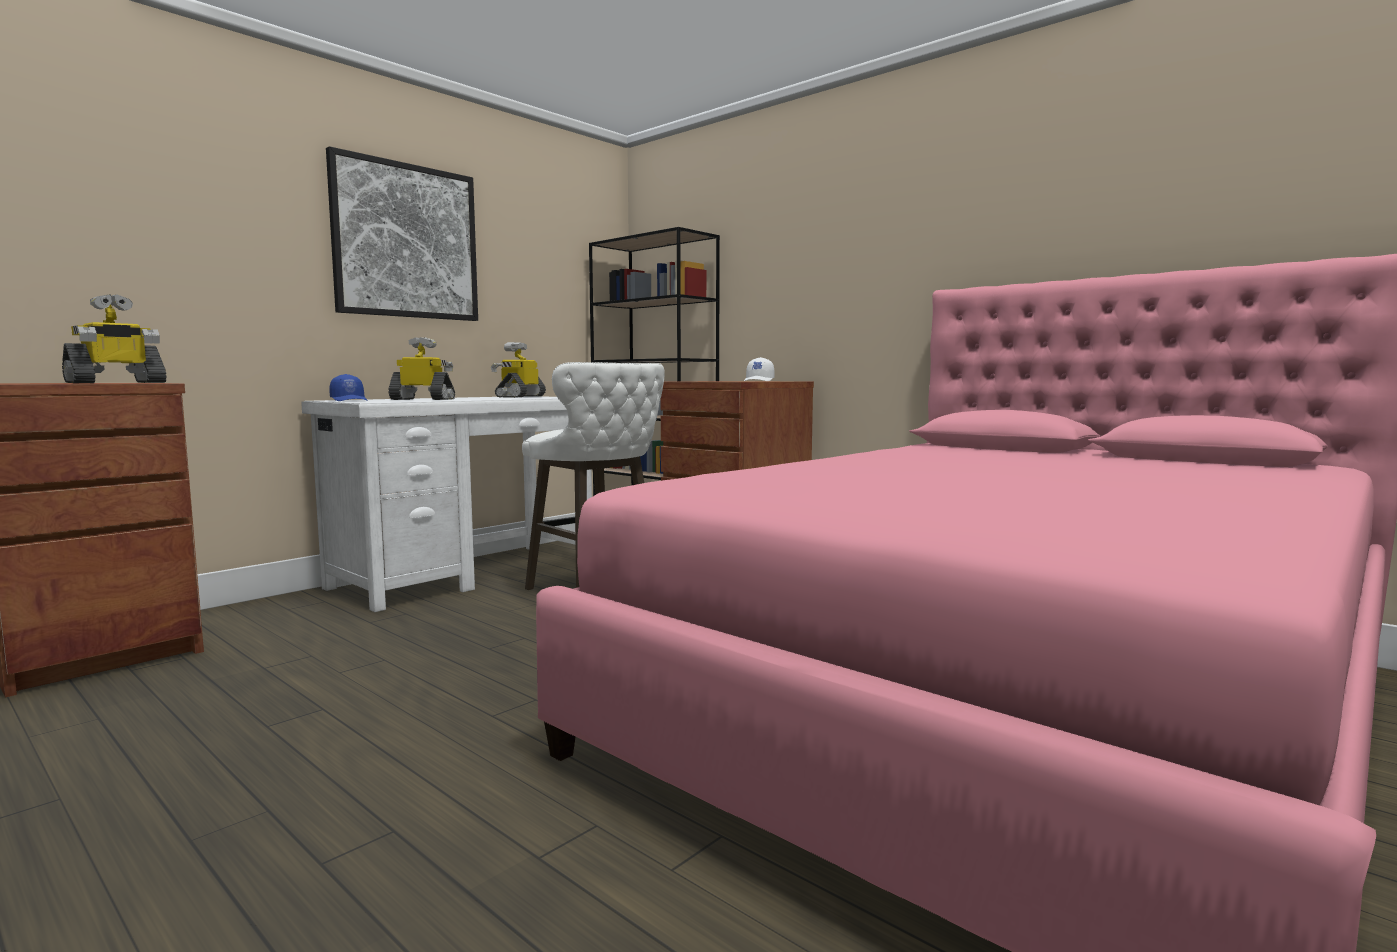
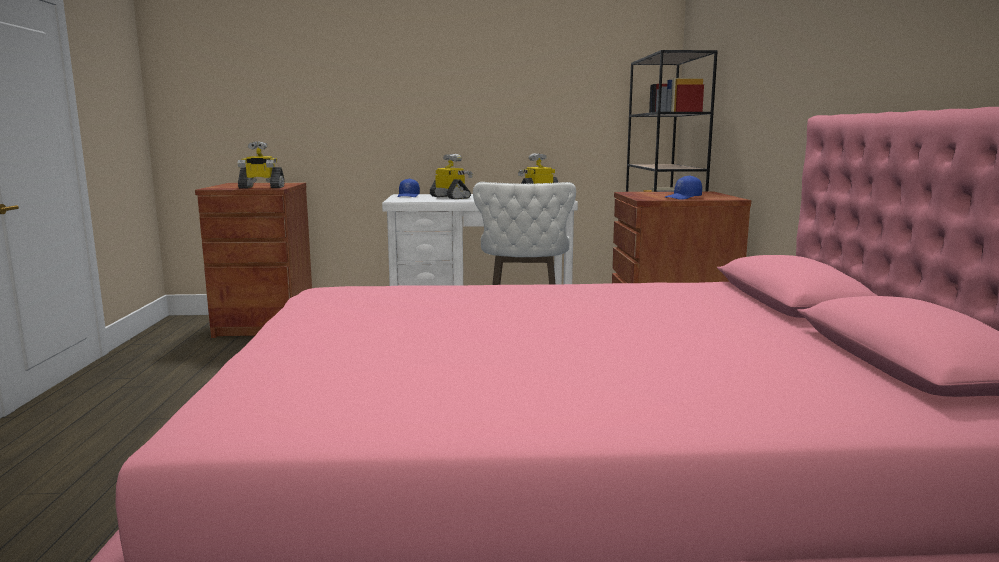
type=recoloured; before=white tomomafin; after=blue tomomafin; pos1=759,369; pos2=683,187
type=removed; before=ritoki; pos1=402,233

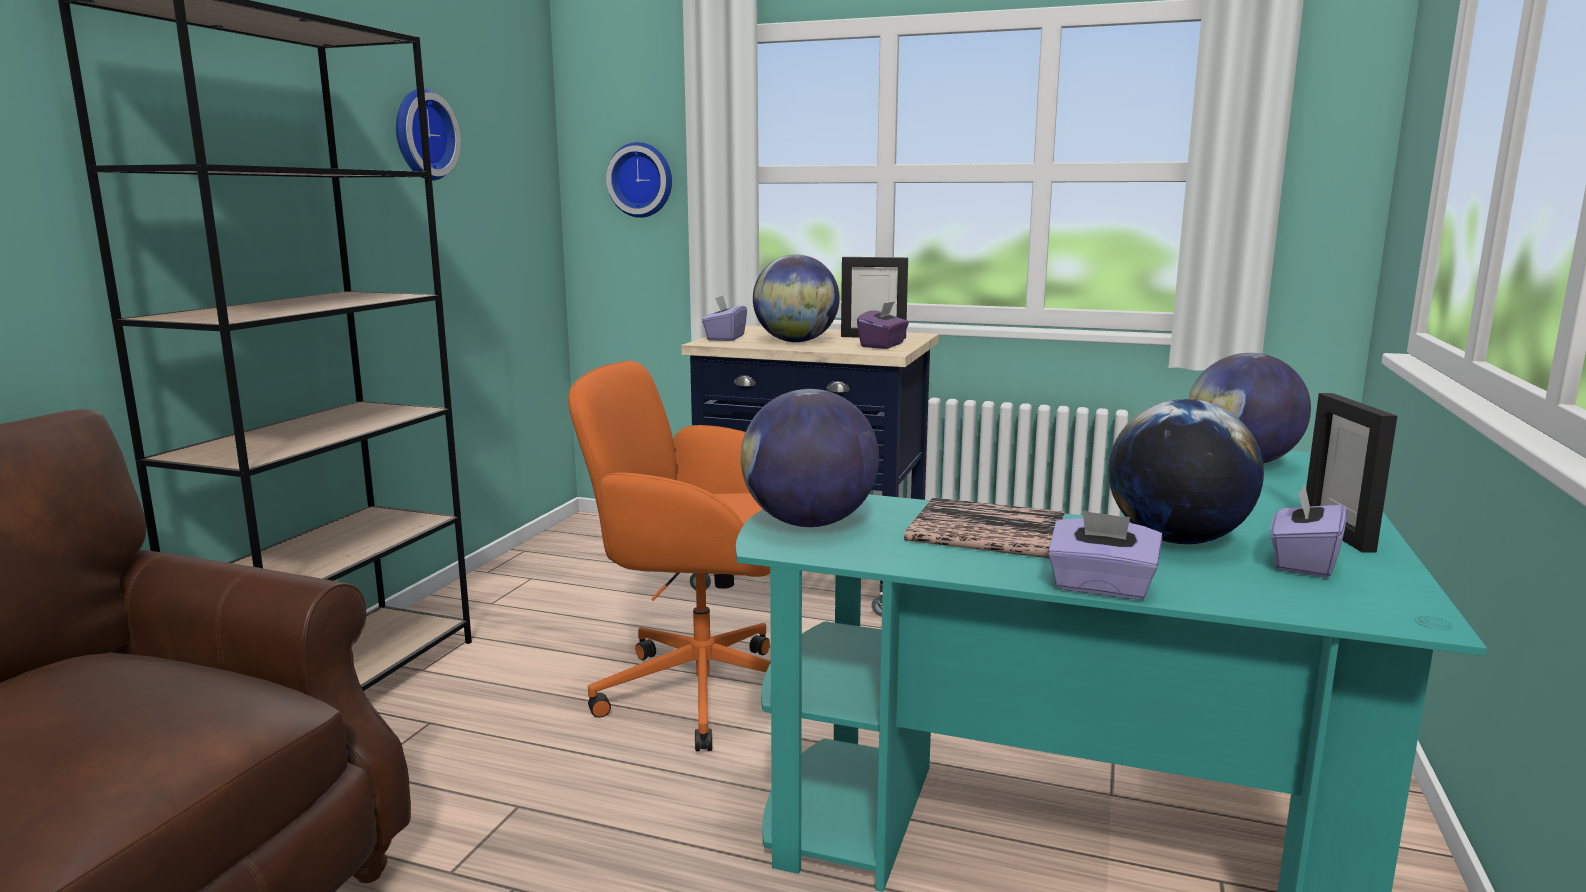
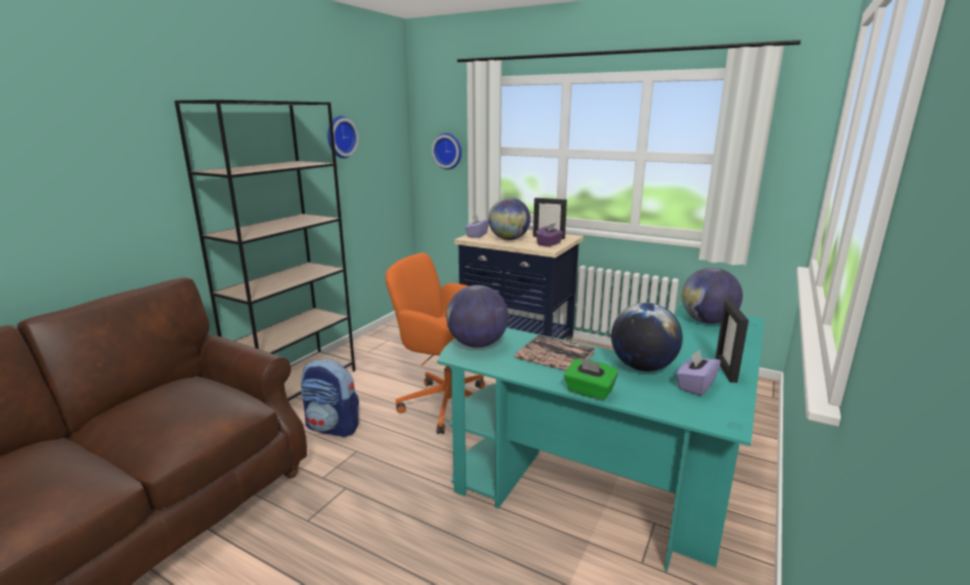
type=added; after=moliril; pos2=330,398
type=recoloured; before=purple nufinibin; after=green nufinibin; pos1=1105,555; pos2=591,379

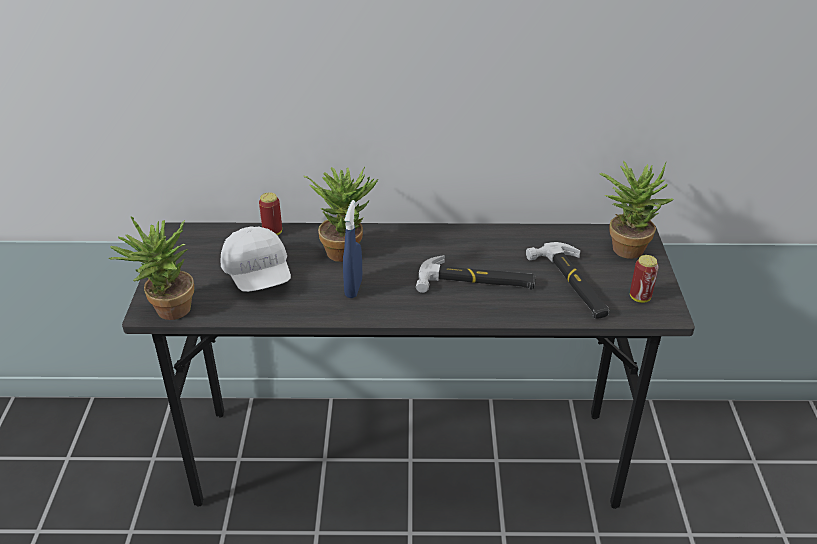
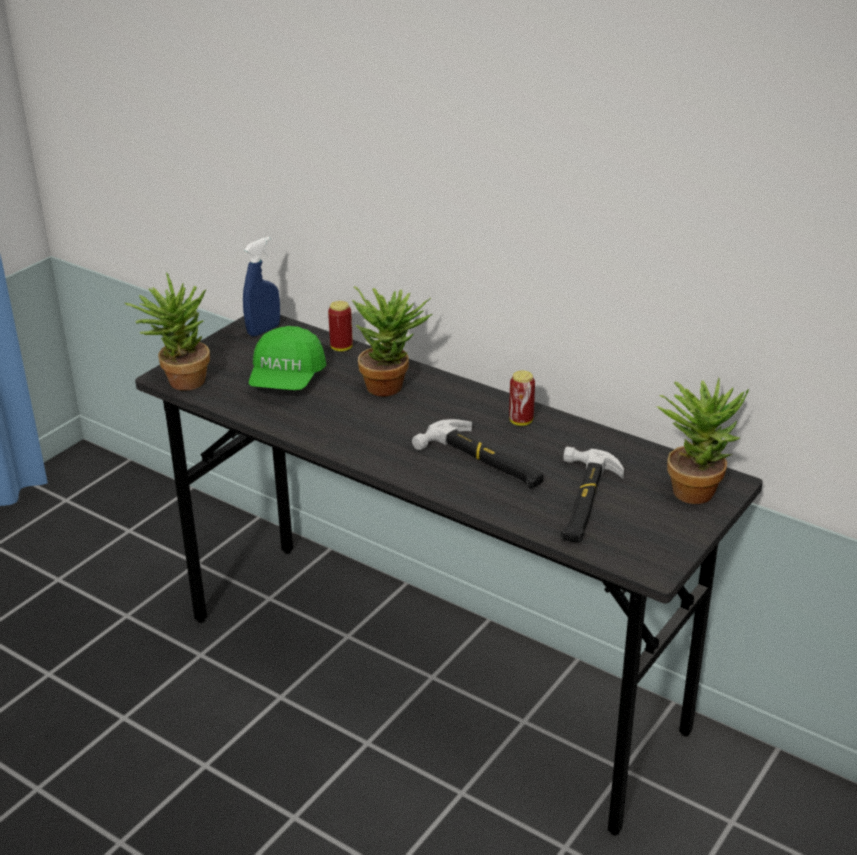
type=moved; before=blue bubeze; pos1=352,249; pos2=261,286
type=recoloured; before=white tomomafin; after=green tomomafin; pos1=256,259; pos2=287,358
type=moved; before=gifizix; pos1=644,279; pos2=522,398

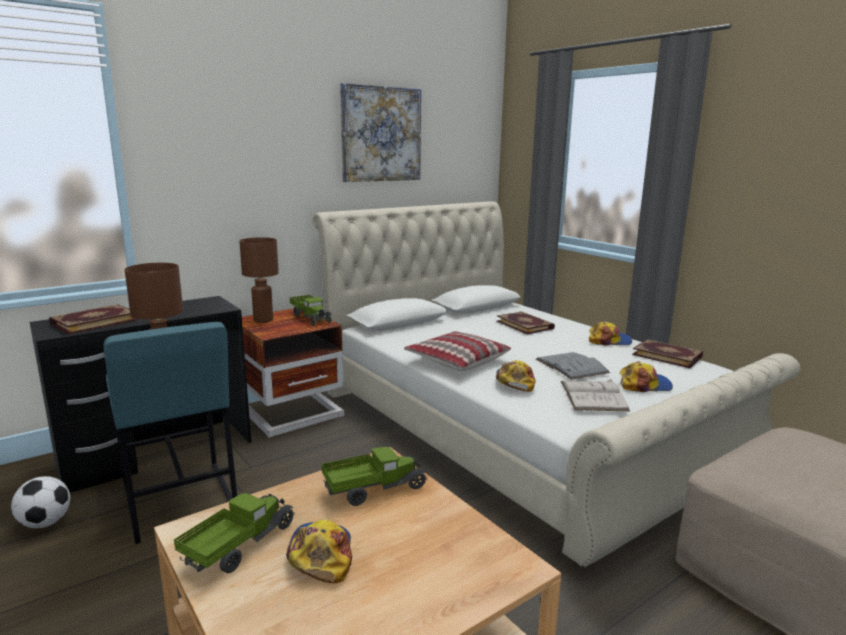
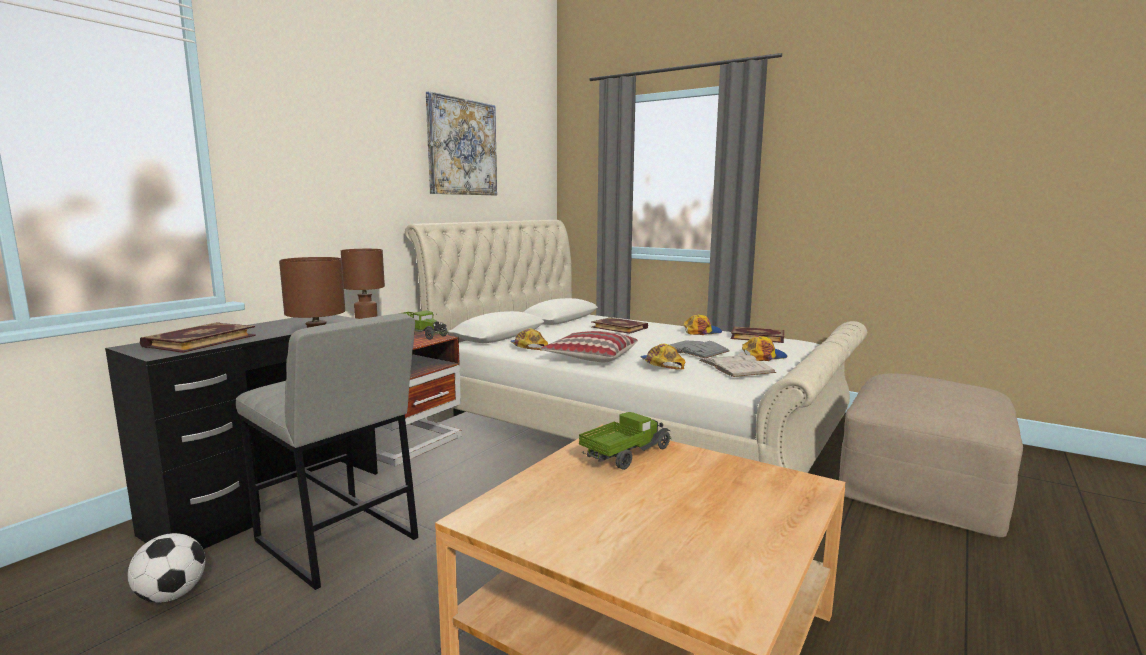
type=recoloured; before=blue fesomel; after=grey fesomel; pos1=170,433; pos2=327,451
type=moved; before=tomomafin; pos1=319,551; pos2=529,339
type=removed; before=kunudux; pos1=234,533

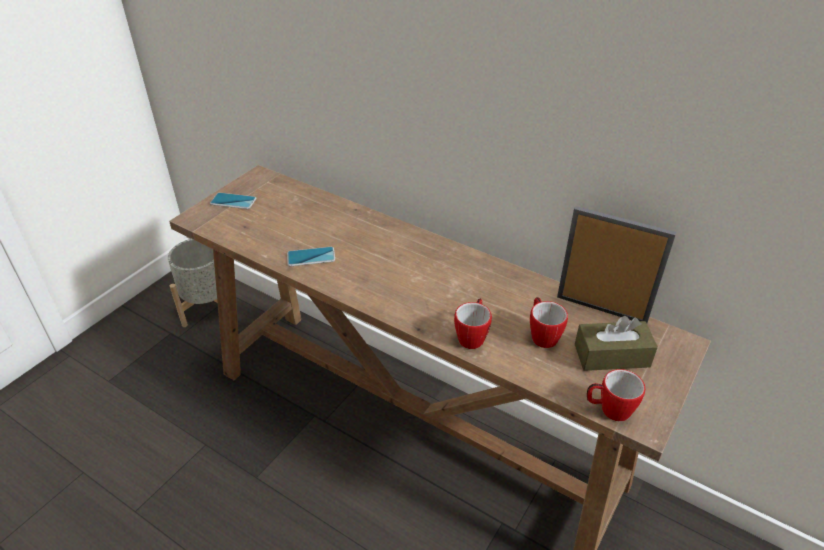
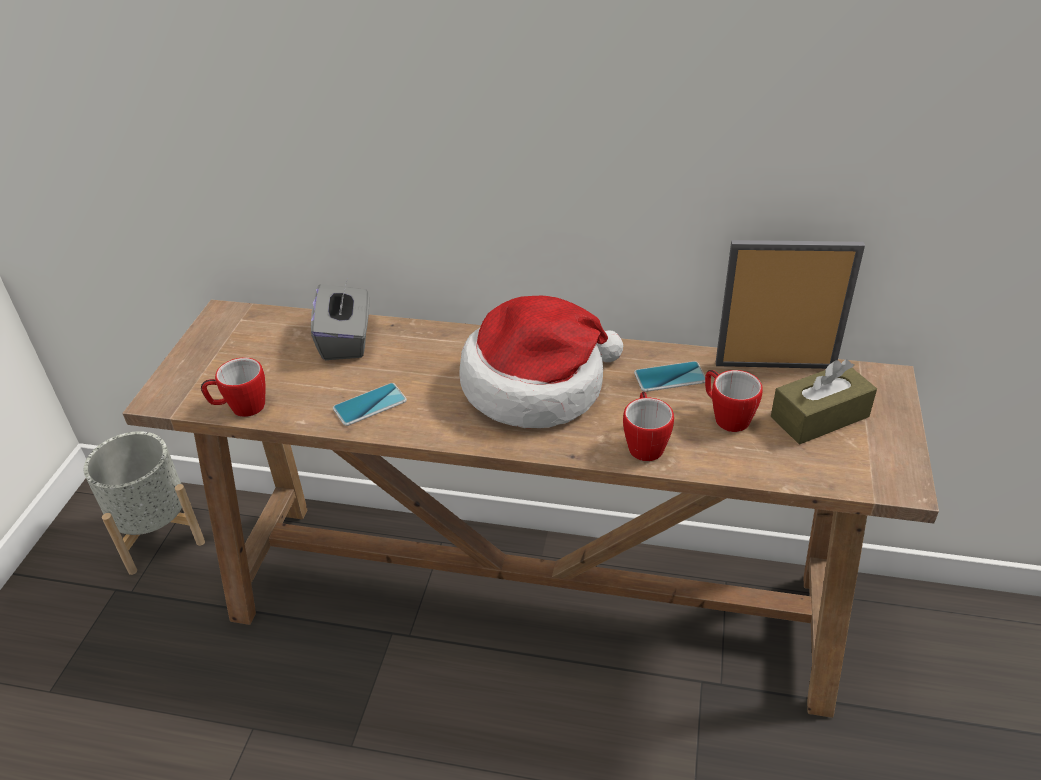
type=moved; before=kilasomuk; pos1=616,395; pos2=233,387
type=added; after=grey nufinibin; pos2=340,319
type=added; after=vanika; pos2=541,362
type=moved; before=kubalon; pos1=233,200; pos2=669,376

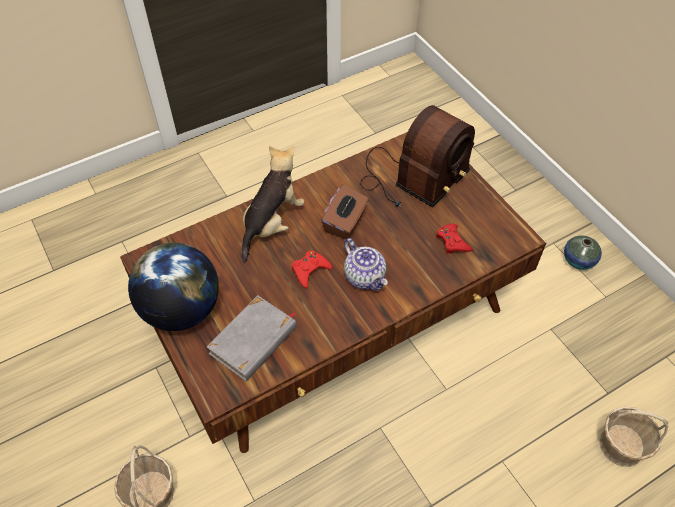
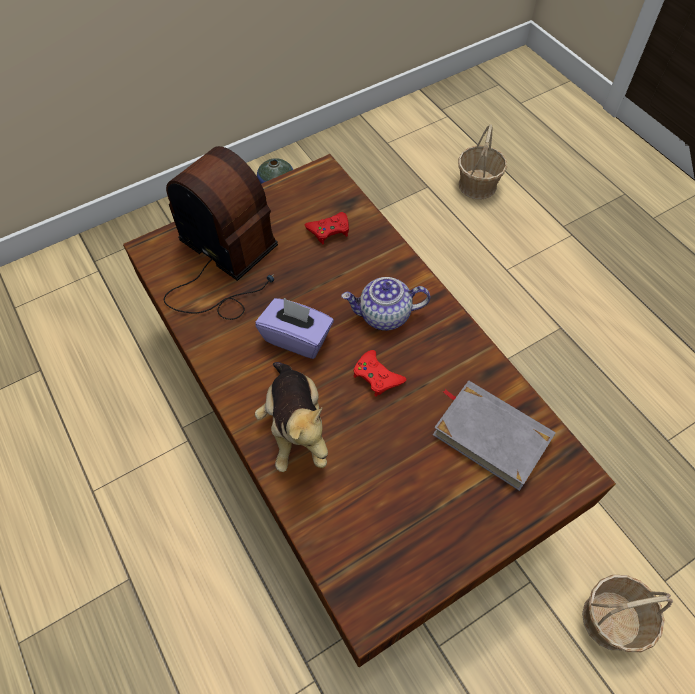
type=recoloured; before=brown nufinibin; after=purple nufinibin; pos1=345,212; pos2=294,328
type=turned; before=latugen; pos1=273,204; pos2=291,417; turn=-135
type=turned; before=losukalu; pos1=366,264; pos2=385,304; turn=-150
type=removed; before=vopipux; pos1=173,287

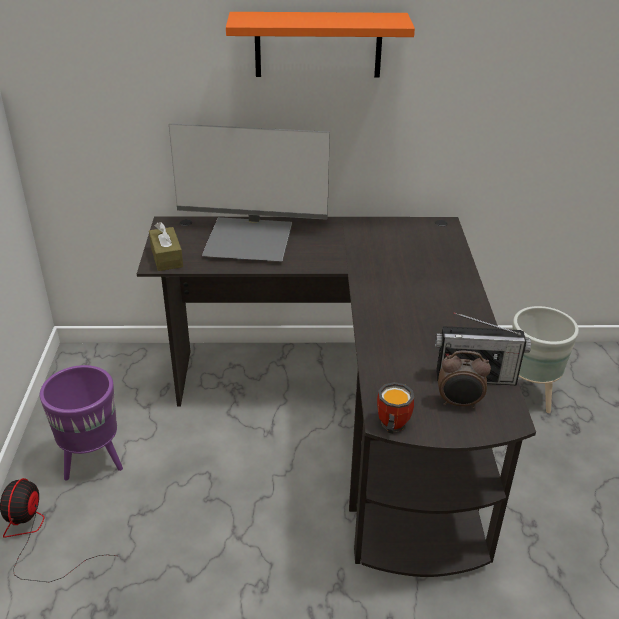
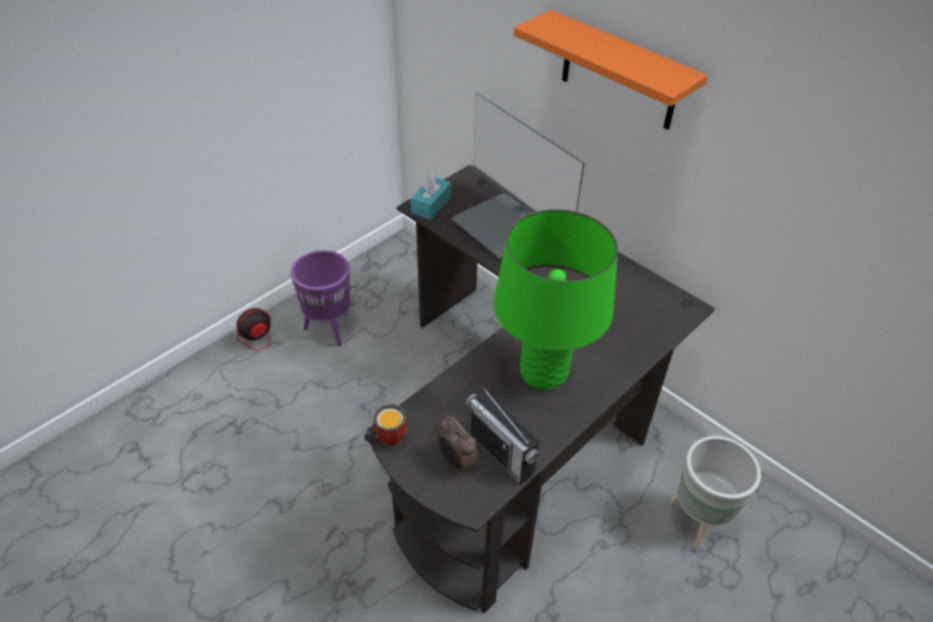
type=recoloured; before=brown nufinibin; after=turquoise nufinibin; pos1=166,246; pos2=431,197
type=added; after=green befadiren; pos2=556,300

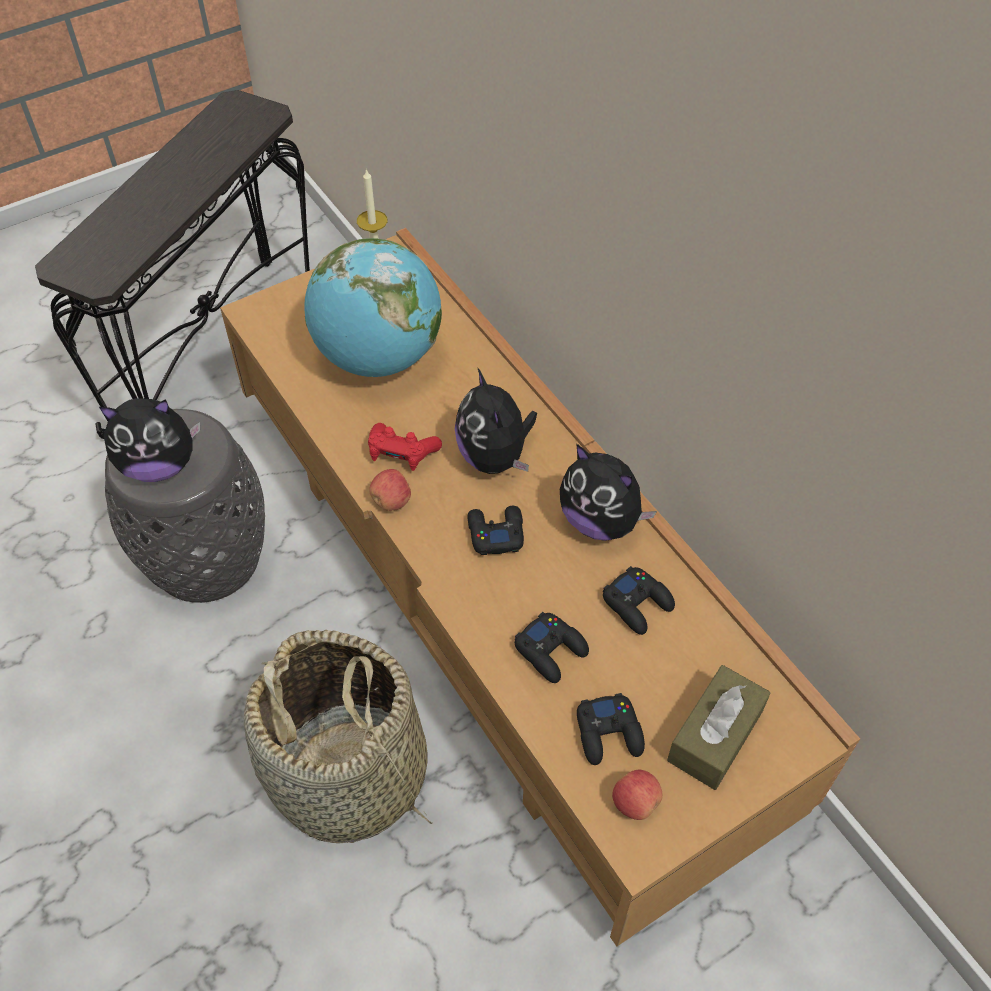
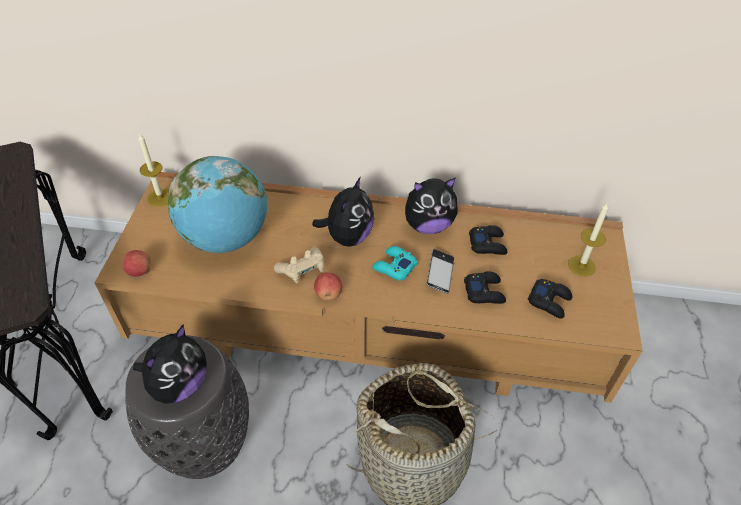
type=moved; before=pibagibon; pos1=637,795; pos2=137,263
type=recoloured; before=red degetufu; after=beige degetufu; pos1=405,447; pos2=299,265
type=turned; before=latugen; pos1=496,421; pos2=343,211; turn=-90
type=recoloured; before=black degetufu; after=turquoise degetufu; pos1=496,530; pos2=395,263
type=added; after=kubalon; pos2=440,271
type=replaced; before=brown nufinibin; after=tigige; pos1=718,727; pos2=588,239

